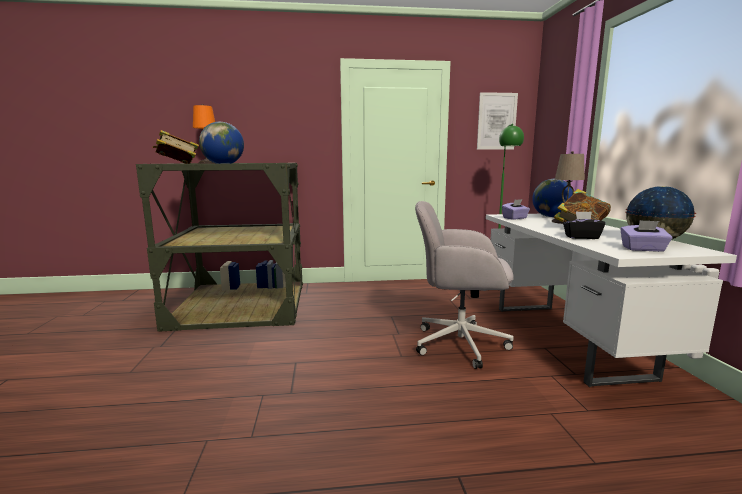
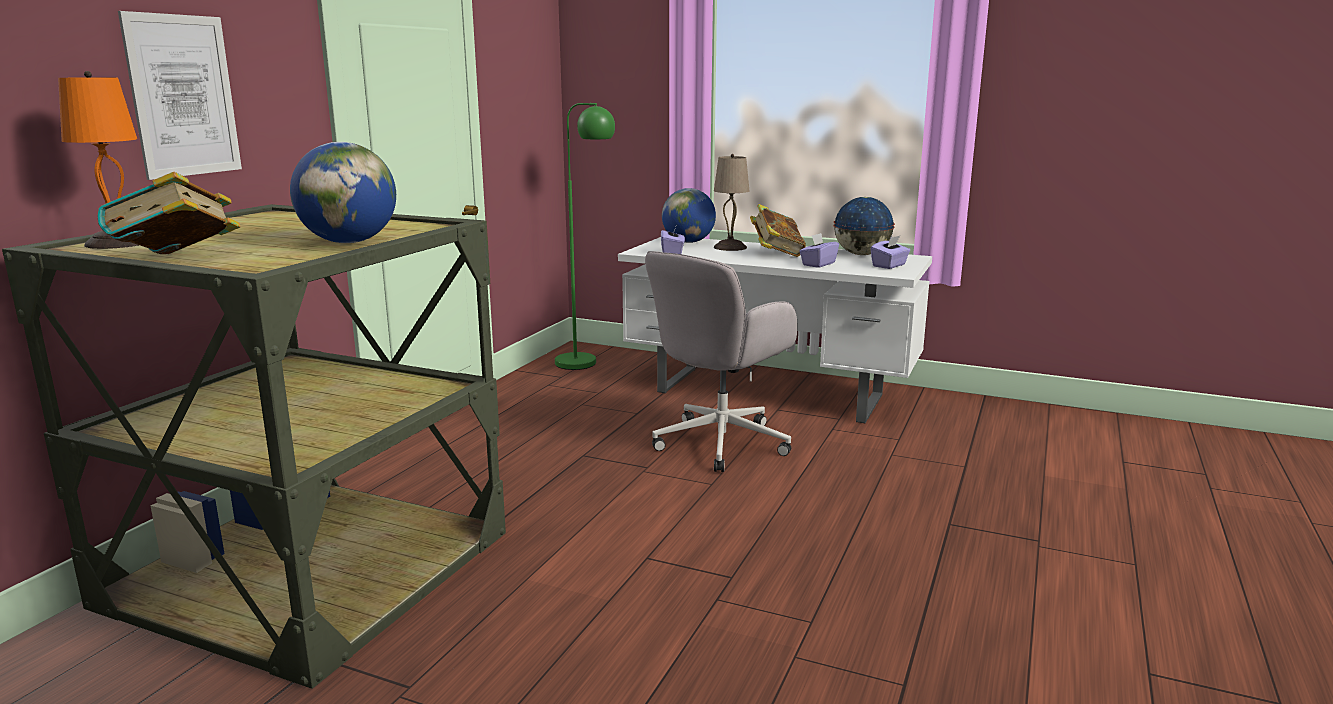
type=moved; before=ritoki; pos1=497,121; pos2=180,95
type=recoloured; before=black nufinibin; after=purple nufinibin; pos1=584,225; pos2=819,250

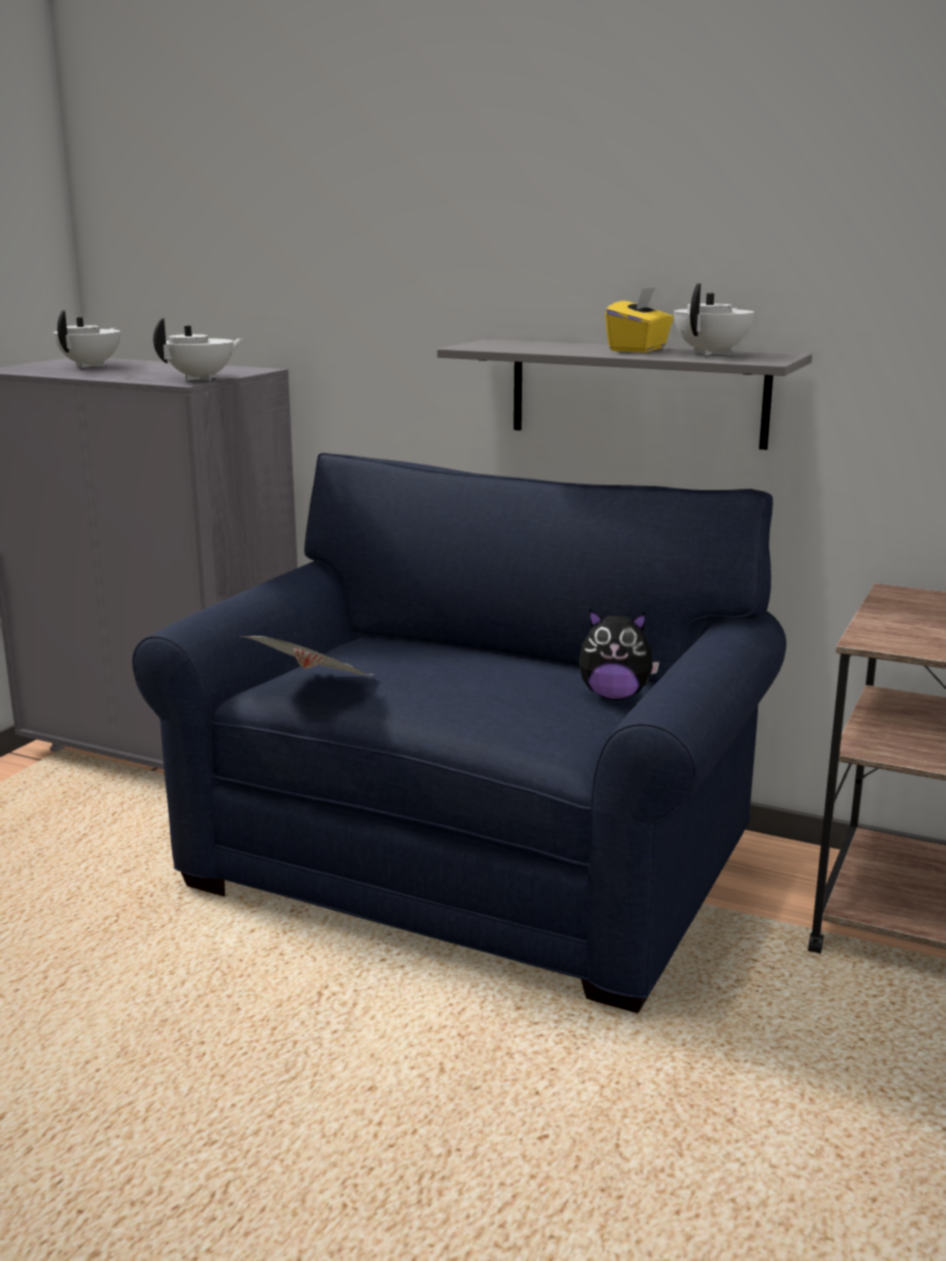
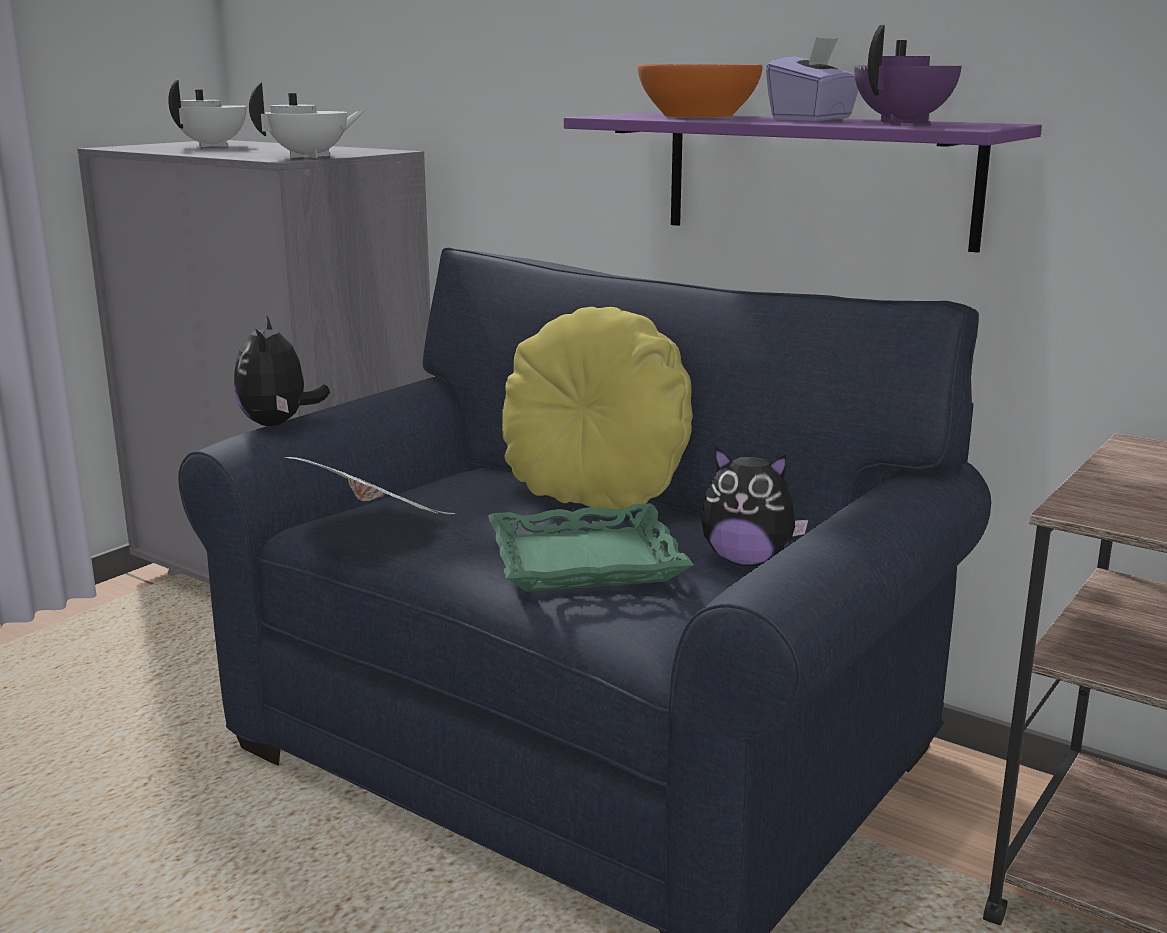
type=added; after=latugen; pos2=282,371
type=added; after=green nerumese; pos2=590,547
type=added; after=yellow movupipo; pos2=597,409
type=recoloured; before=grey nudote; after=purple nudote; pos1=624,394; pos2=803,183
type=added; after=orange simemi; pos2=700,91
type=recoloured; before=yellow nufinibin; after=purple nufinibin; pos1=639,320; pos2=812,79
type=recoloured; before=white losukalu; after=purple losukalu; pos1=714,320; pos2=908,74

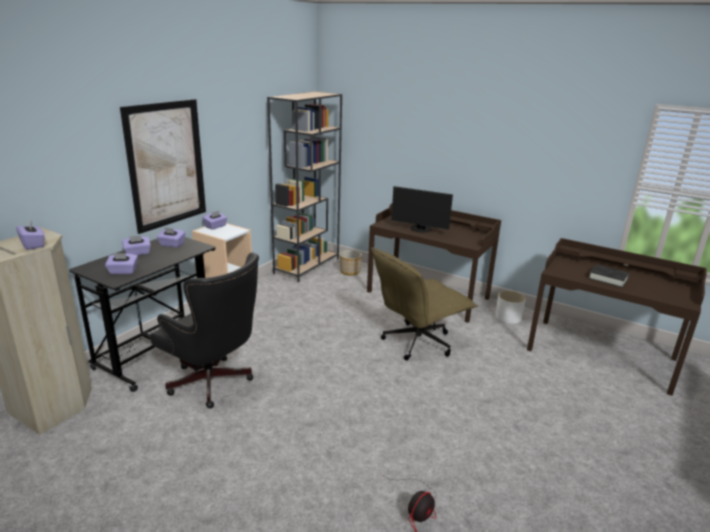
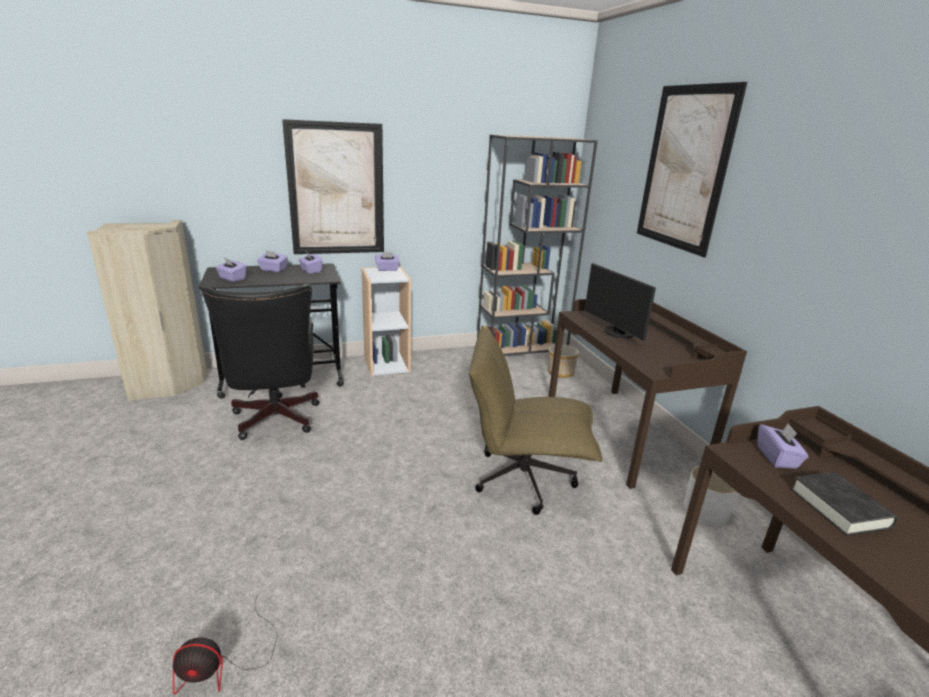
type=added; after=ritoki; pos2=692,169
type=moved; before=purple nufinibin; pos1=30,235; pos2=783,446

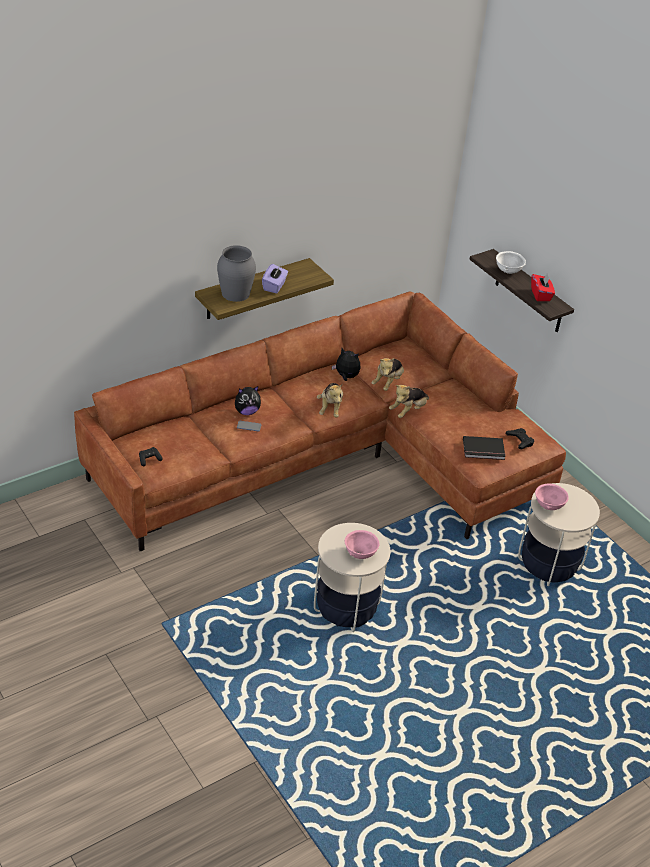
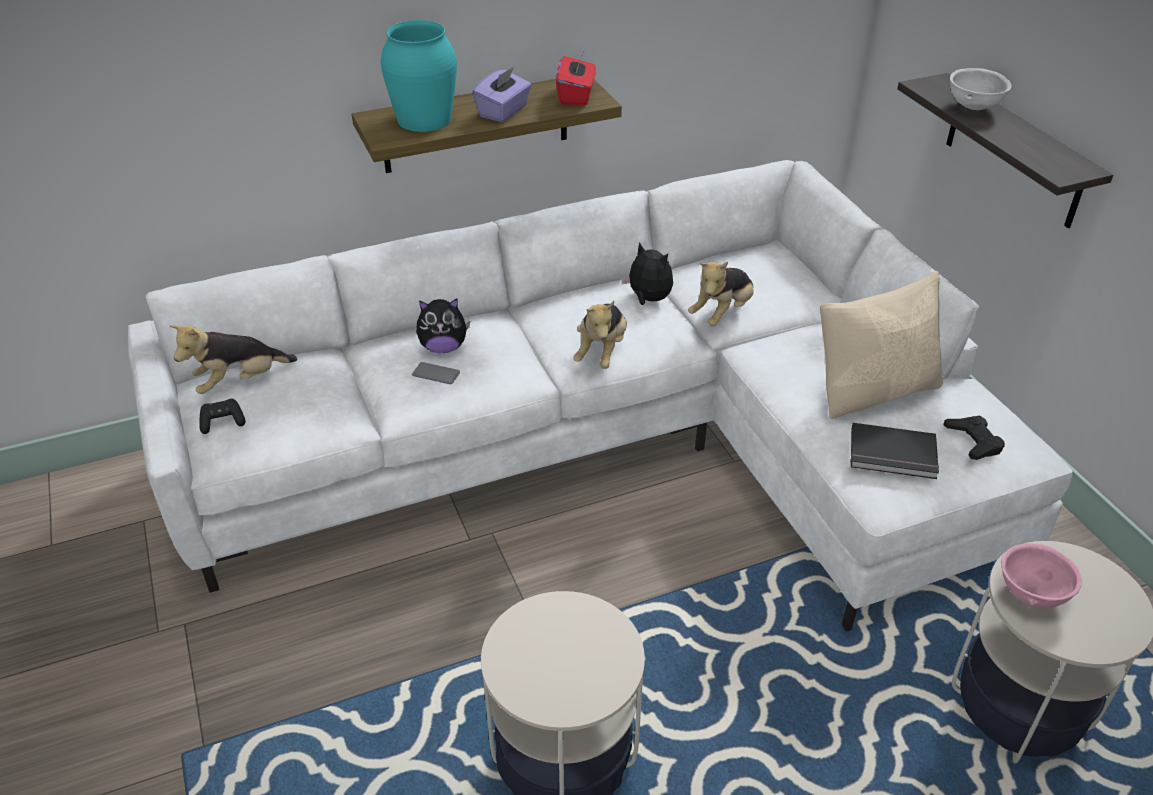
type=recoloured; before=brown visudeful; after=white visudeful; pos1=320,421; pos2=600,395
type=moved; before=latugen; pos1=409,401; pos2=234,359
type=recoloured; before=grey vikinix; after=turquoise vikinix; pos1=236,273; pos2=419,76
type=moved; before=red nufinibin; pos1=543,287; pos2=576,78
type=added; after=beige movupipo; pos2=881,345
type=removed; before=pink simemi; pos1=362,544

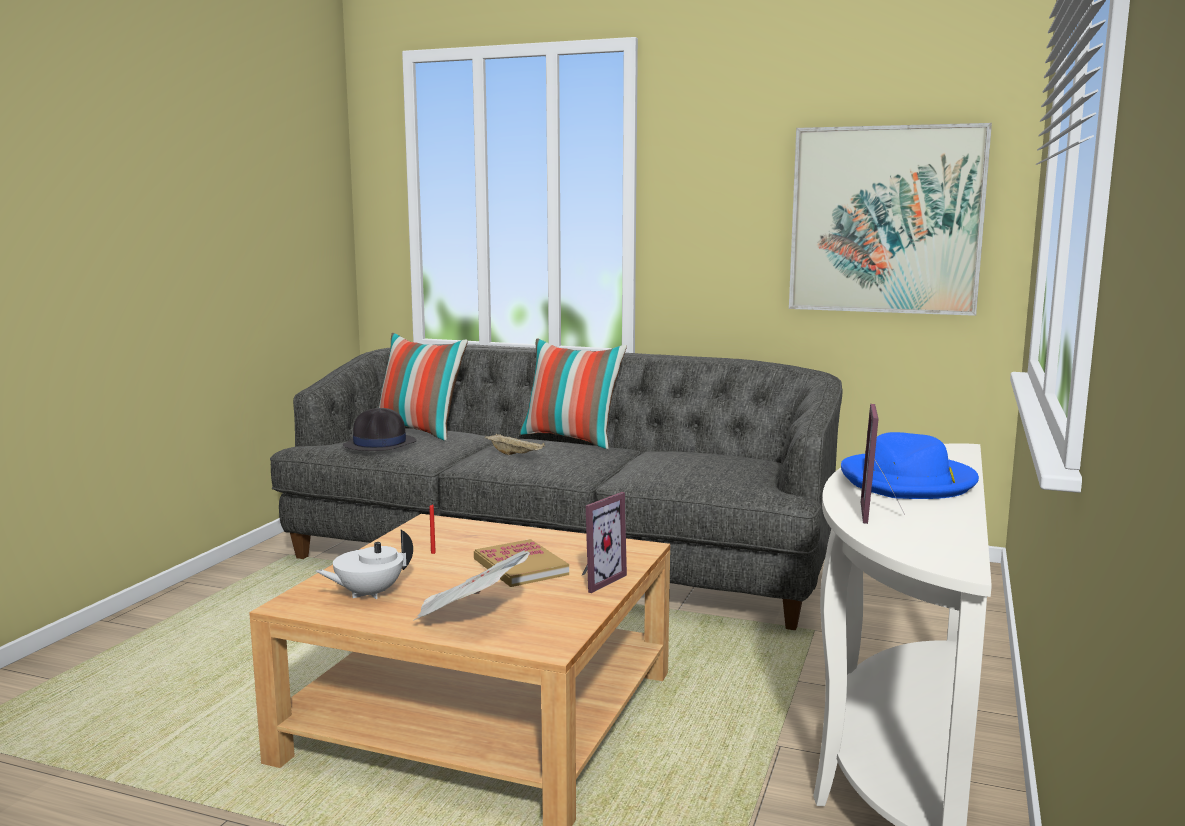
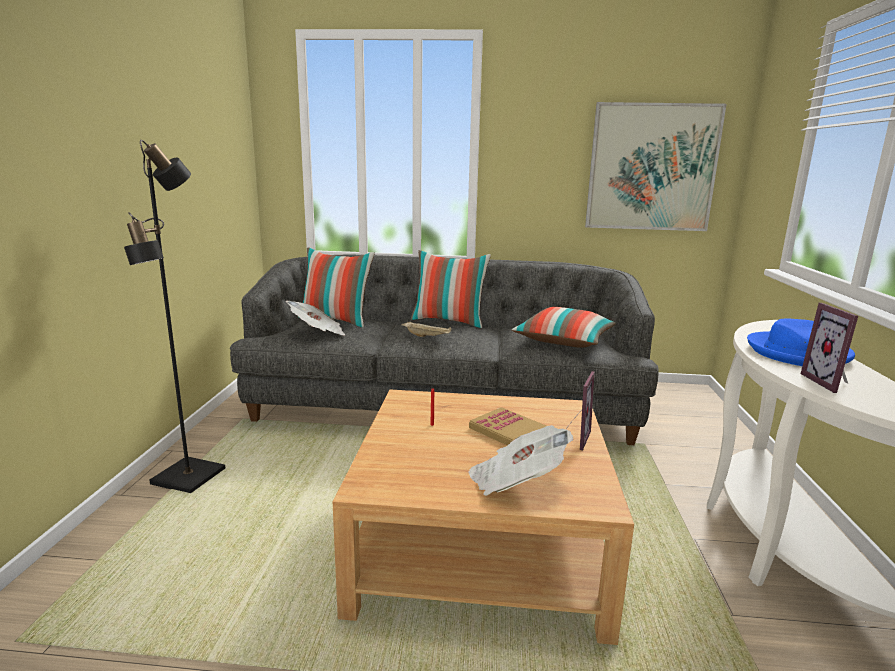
type=added; after=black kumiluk; pos2=174,316
type=replaced; before=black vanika; after=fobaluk; pos1=379,429; pos2=315,318
type=added; after=movupipo; pos2=564,327
type=removed; before=white losukalu; pos1=364,564

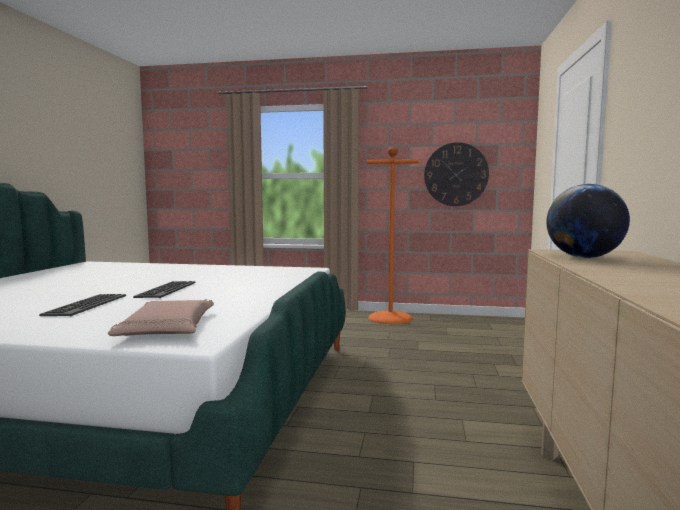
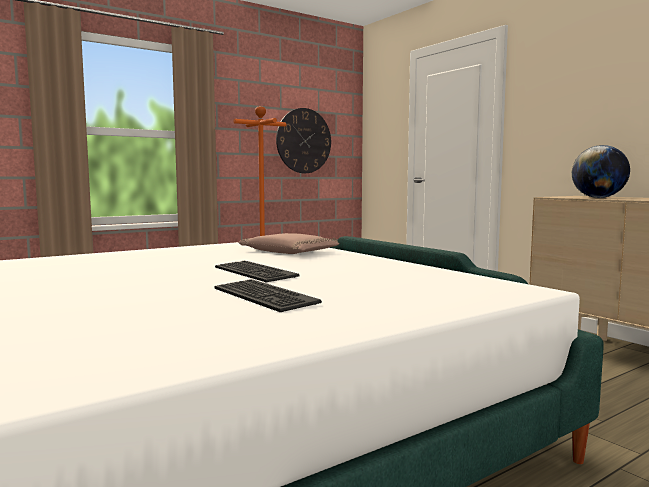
type=moved; before=beige movupipo; pos1=161,317; pos2=288,243

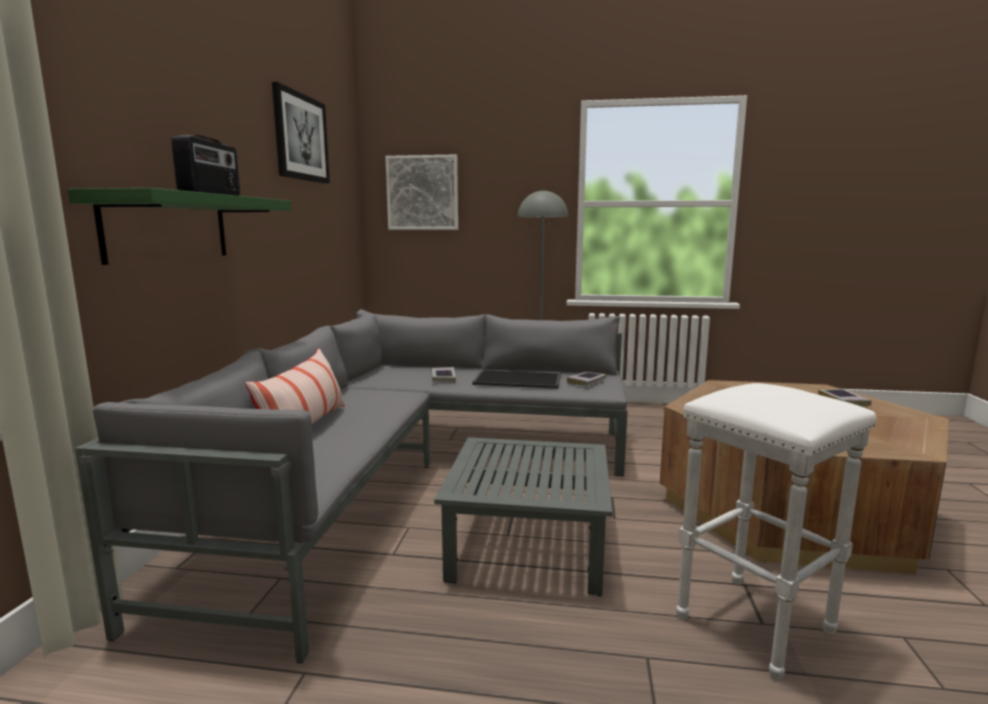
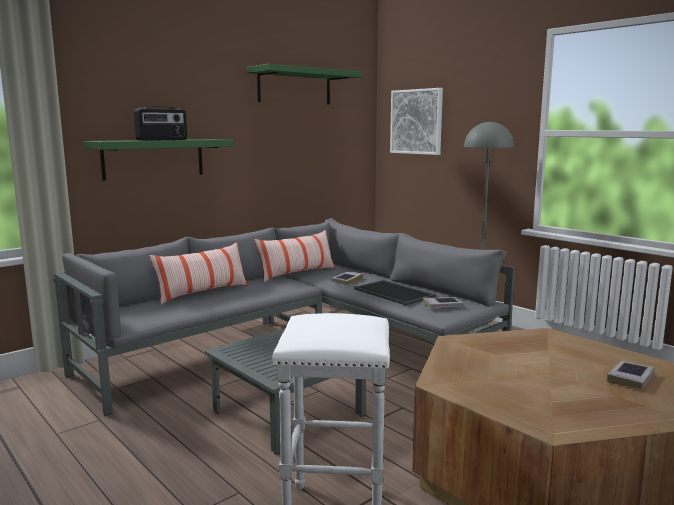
type=replaced; before=ritoki; after=green nudote; pos1=301,133; pos2=304,84
type=added; after=movupipo; pos2=294,256

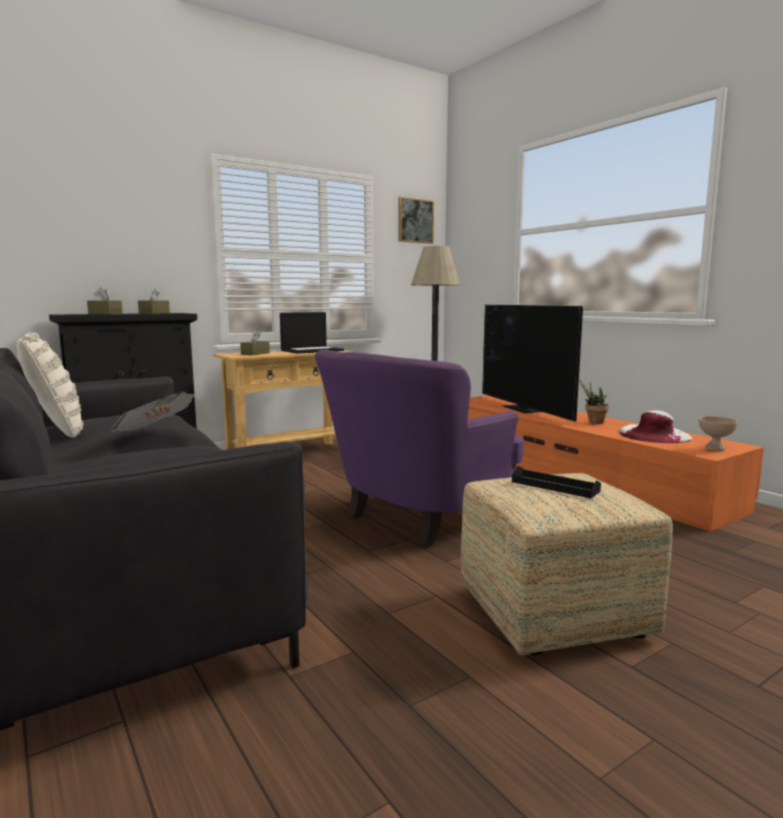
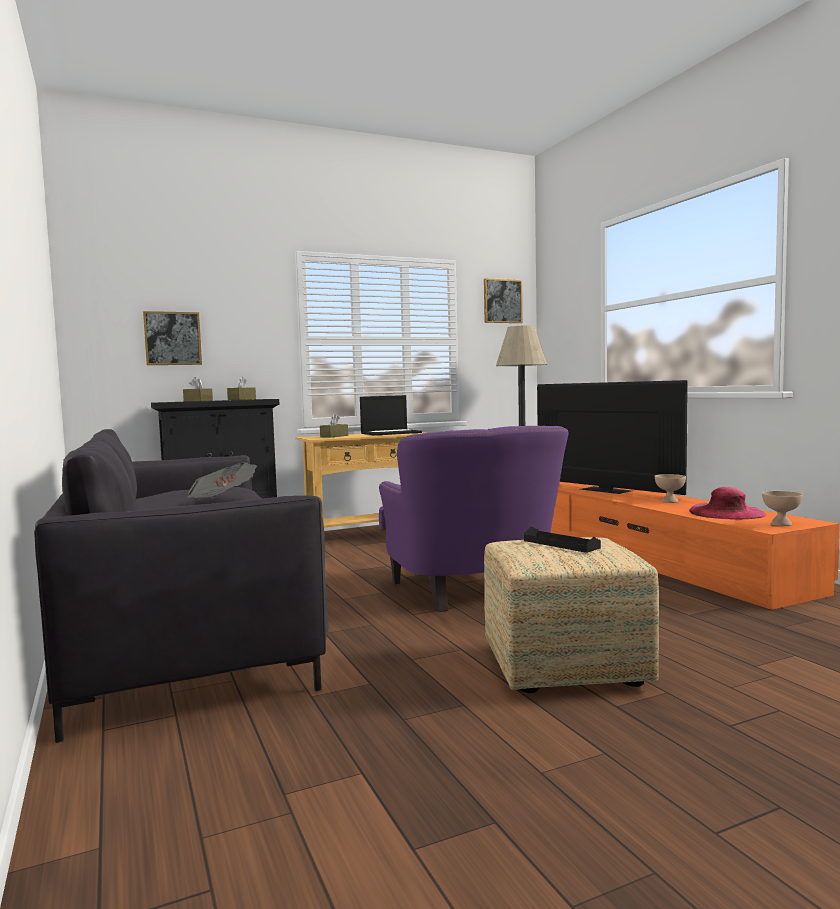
type=added; after=ritoki; pos2=172,338
type=turned; before=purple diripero; pos1=419,449; pos2=474,519; turn=-75
type=turned; before=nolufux; pos1=532,363; pos2=612,437; turn=150
type=replaced; before=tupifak; after=beige simemi; pos1=594,401; pos2=670,488
type=recoloured; before=white vanika; after=pink vanika; pos1=656,426; pos2=727,503
type=removed; before=beige movupipo; pos1=50,385

